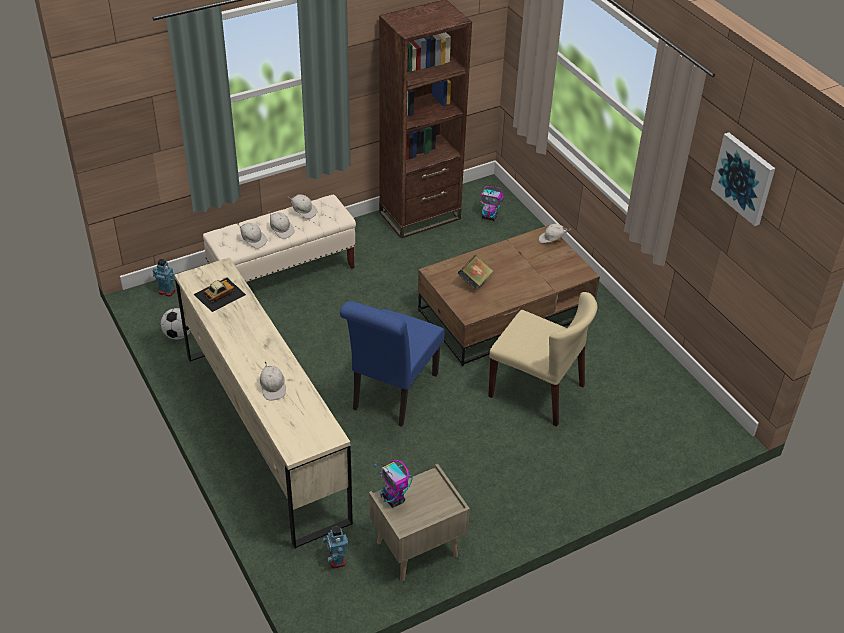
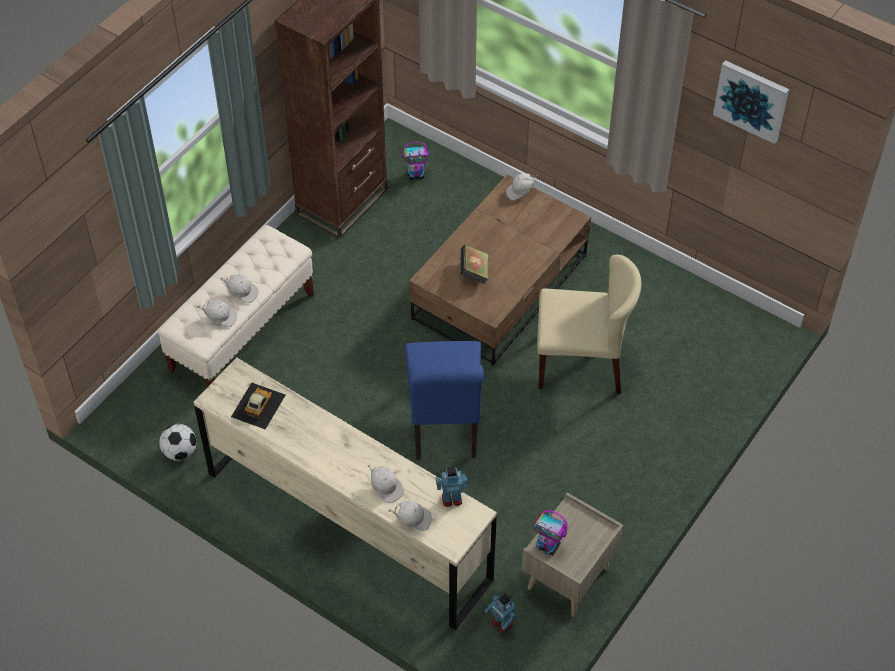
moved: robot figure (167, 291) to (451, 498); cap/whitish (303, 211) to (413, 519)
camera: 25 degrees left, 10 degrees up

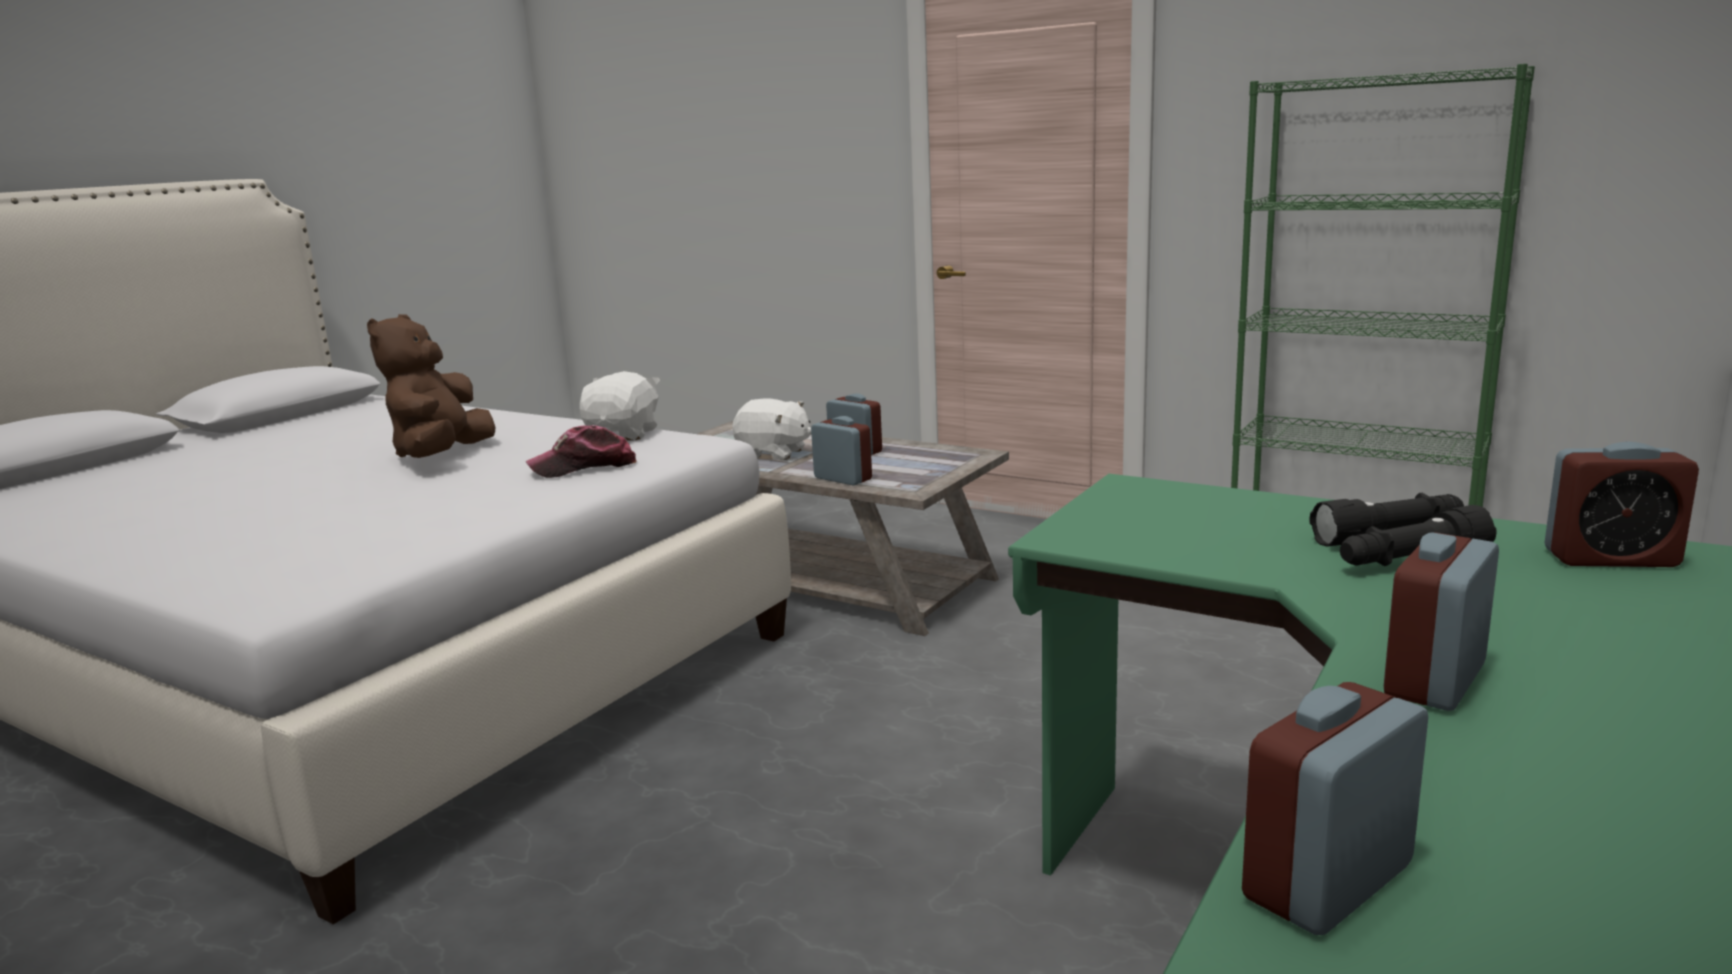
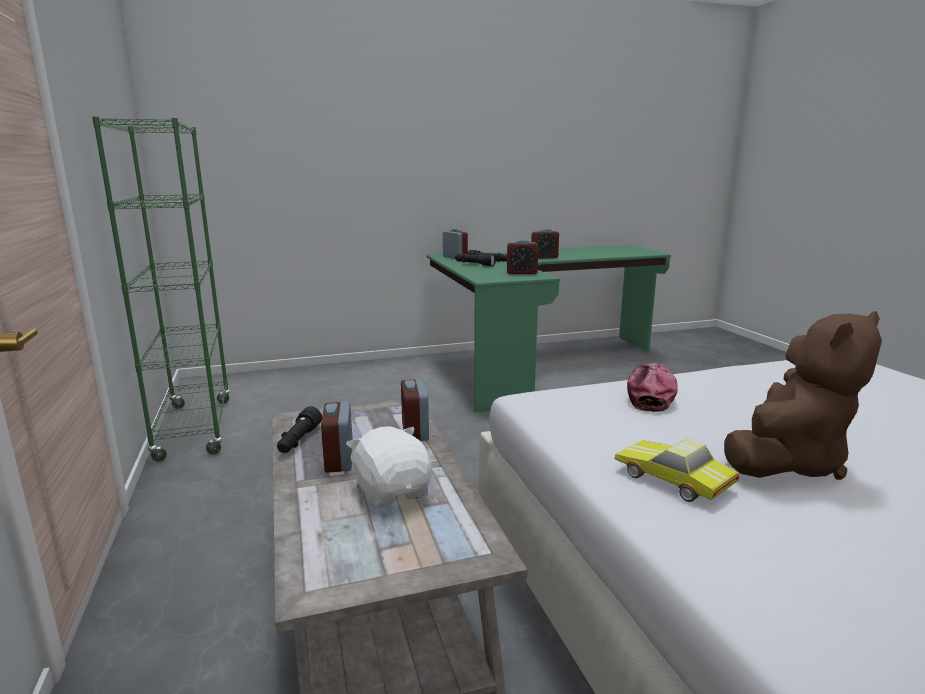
removed: cuddly toy/whitish (623, 434)
added: flashlight/black (299, 441); miniature car (673, 480)
moved: alarm clock (1328, 882) to (521, 273)
turned: cap (584, 467) = (650, 395) 90 degrees counterclockwise
camera: 140 degrees left, 0 degrees up

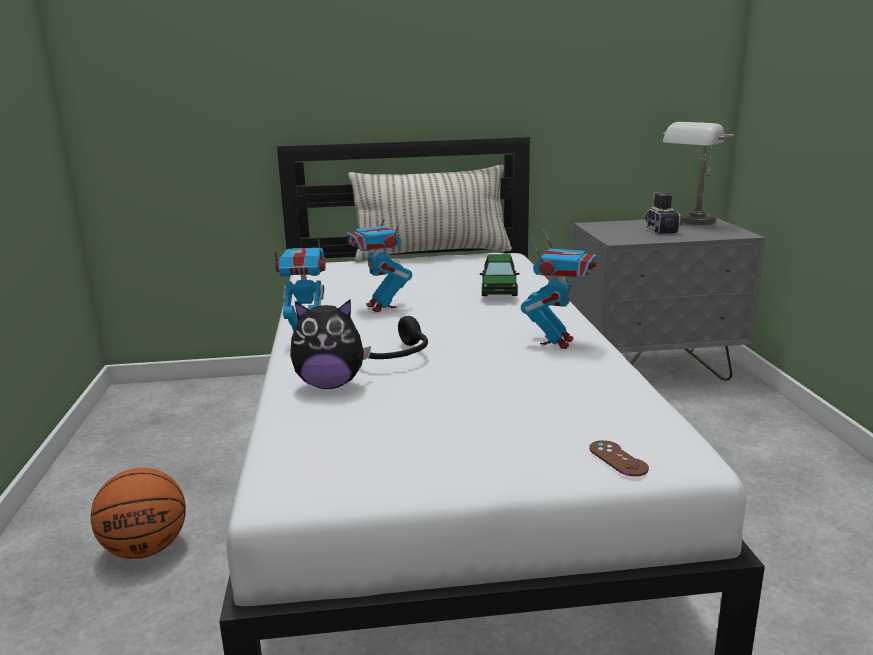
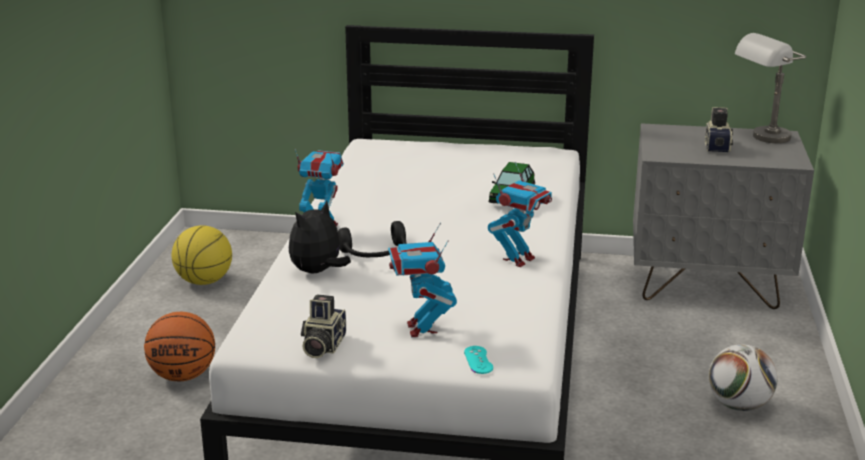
removed: throw pillow (432, 254)
added: basketball (204, 281); photo camera (322, 346); ball for football (738, 405)
moved: robot figure (381, 307) to (421, 329)
recoloured: game controller/brown (618, 458) to game controller/blue-green (478, 360)
turned: cuddly toy (330, 384) = (318, 272) 120 degrees clockwise
camera: 15 degrees right, 5 degrees up

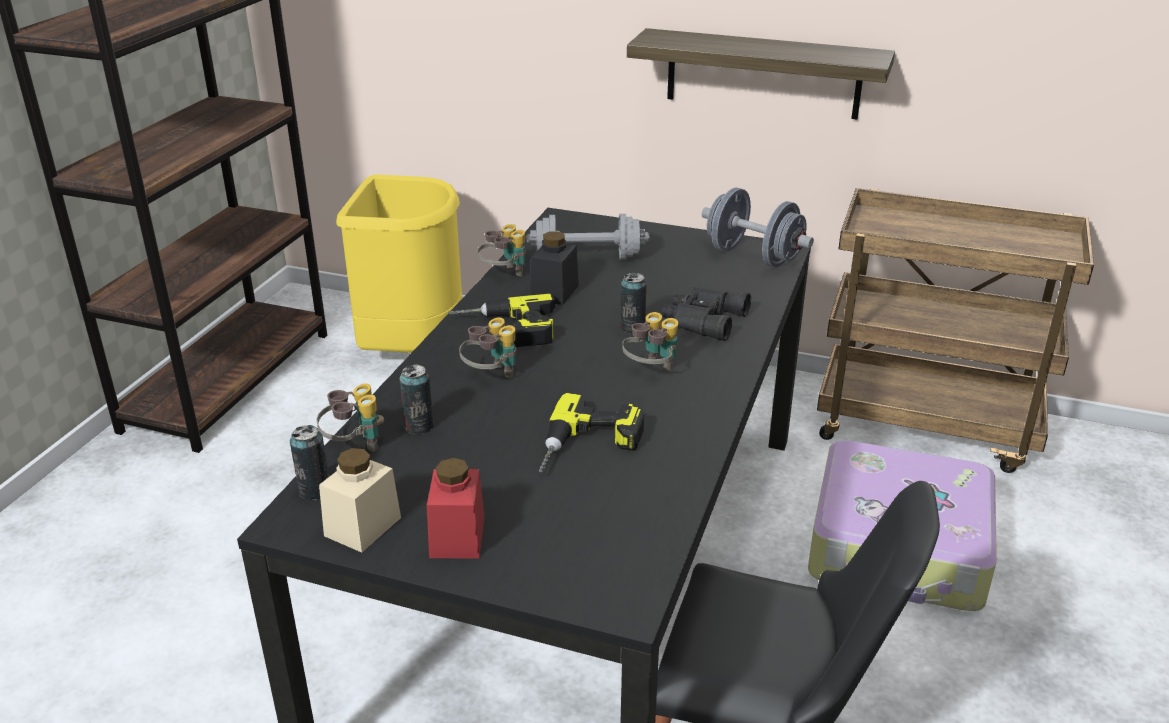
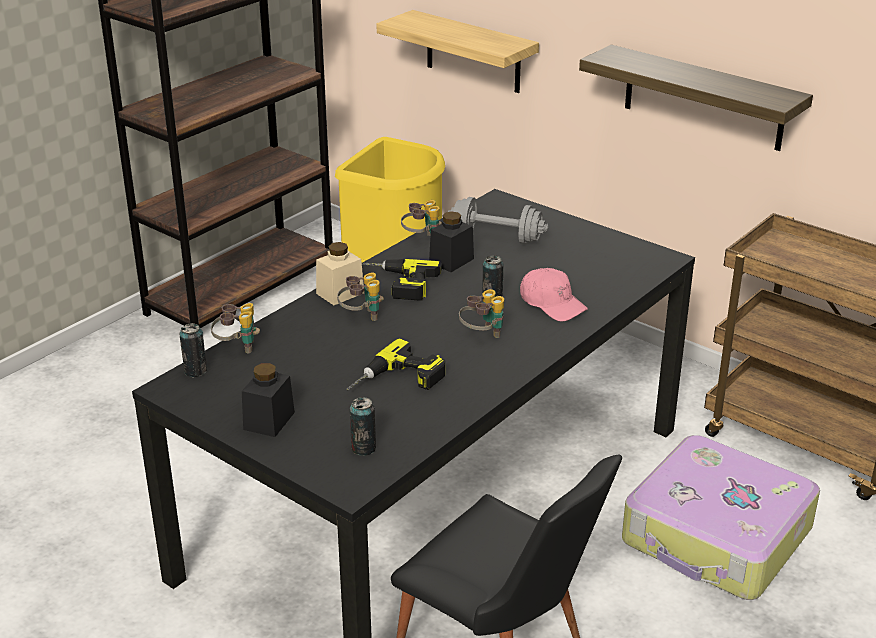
removed: dumbbell/greyish (753, 256)
added: bracket shelf (473, 52)
moved: storage jar/beige-coloured (363, 526) to (340, 293); metal can (419, 426) to (363, 448)
replaced: field glasses/black (702, 320) to cap/pink-coloured (552, 304)
recoloured: storage jar/reddish (457, 537) to storage jar/black (269, 421)
camera: 20 degrees right, 0 degrees up

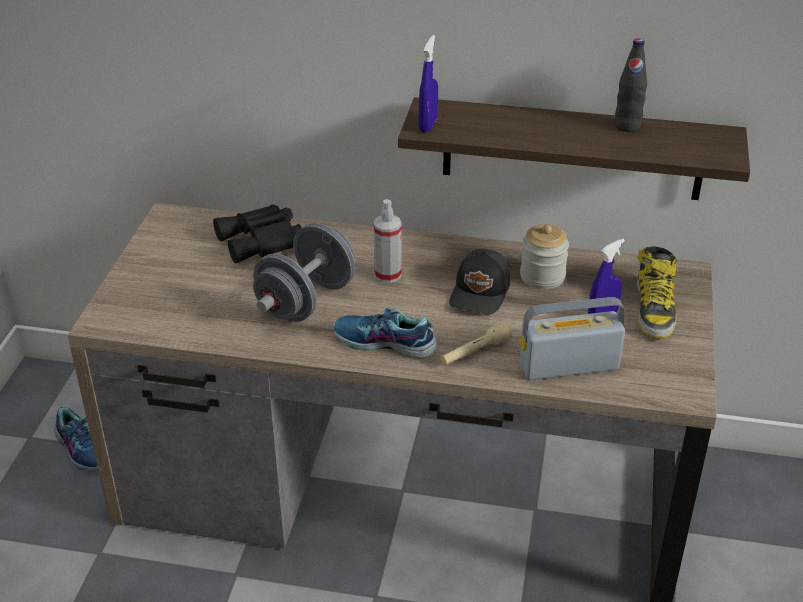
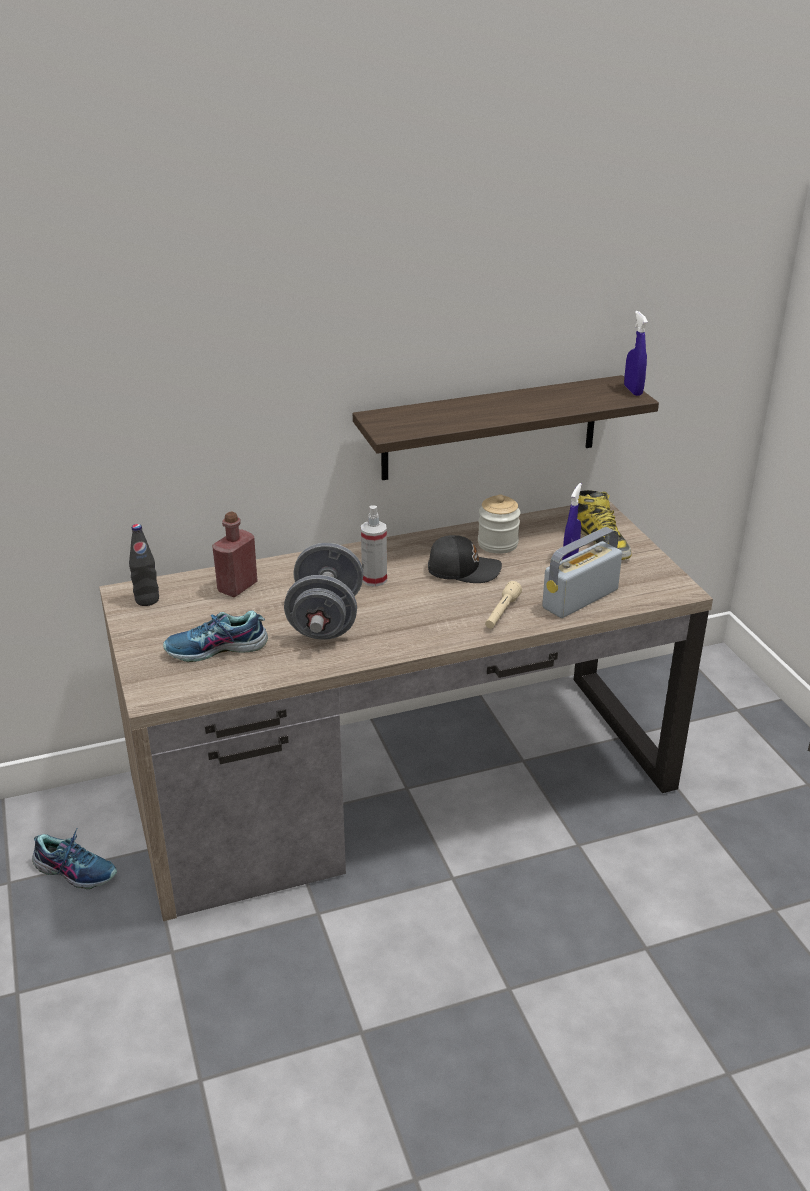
moved: low shoe (384, 343) to (216, 649); spray bottle/bluish (428, 125) to (633, 390); drink bottle/black (627, 126) to (147, 600)
replaced: field glasses/black (262, 241) to drink bottle/reddish (237, 587)
turned: cap/black (481, 292) = (463, 569) 75 degrees counterclockwise
camera: 30 degrees left, 5 degrees down

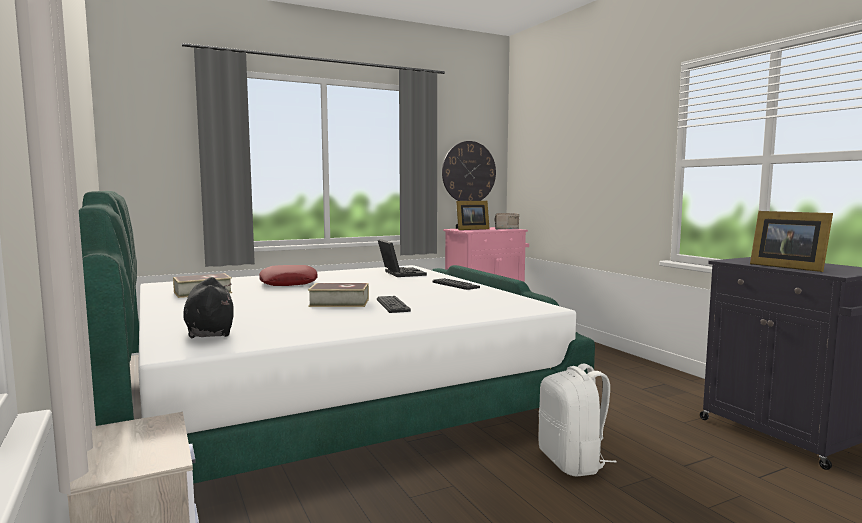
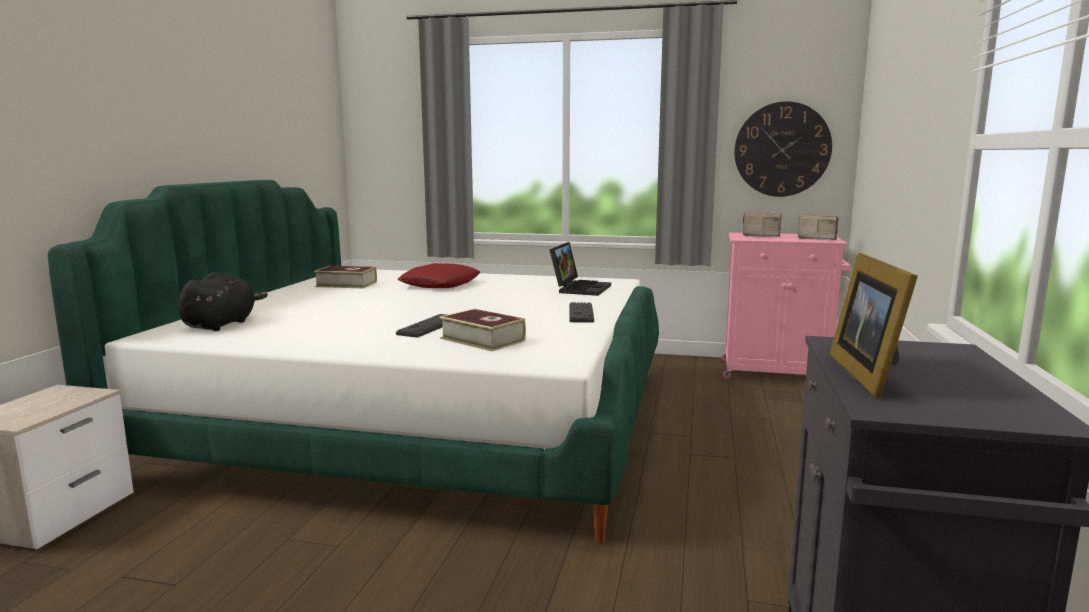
removed: rucksack/whitish (573, 462)
moved: book (339, 303) to (482, 339)
replaced: photo frame (470, 229) to radio set (760, 236)
camera: 40 degrees right, 5 degrees up

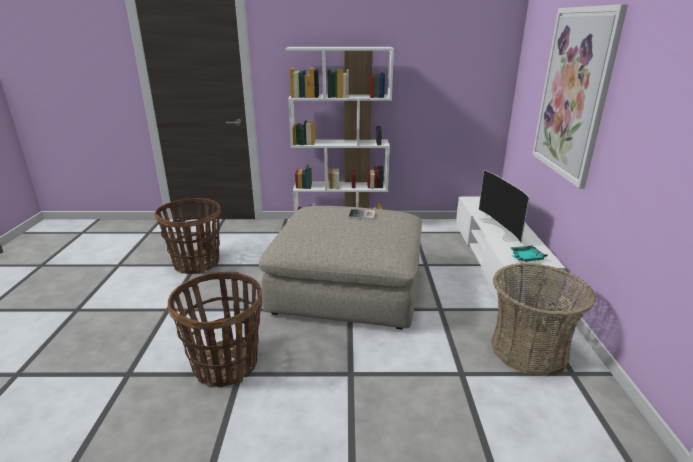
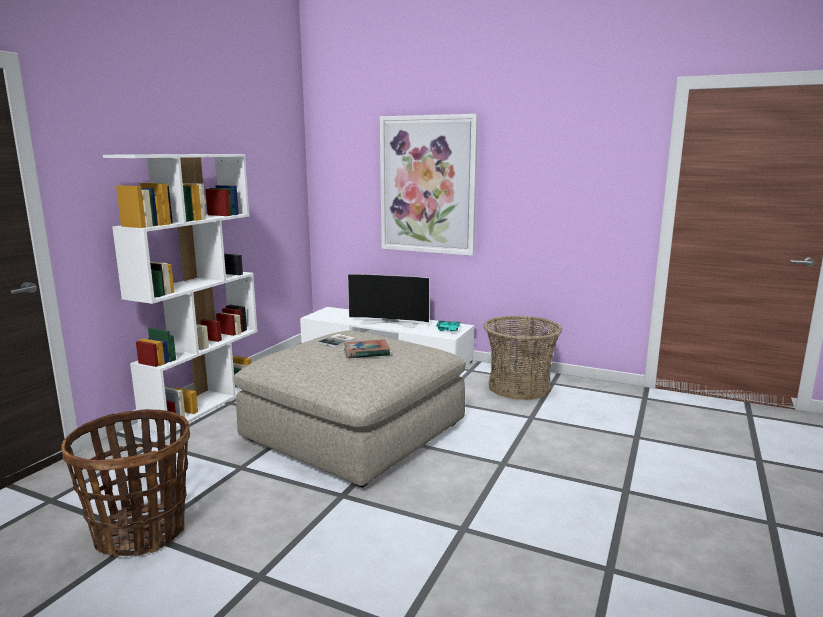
removed: storage basket (226, 365)
added: book (366, 352)
camera: 65 degrees left, 10 degrees down

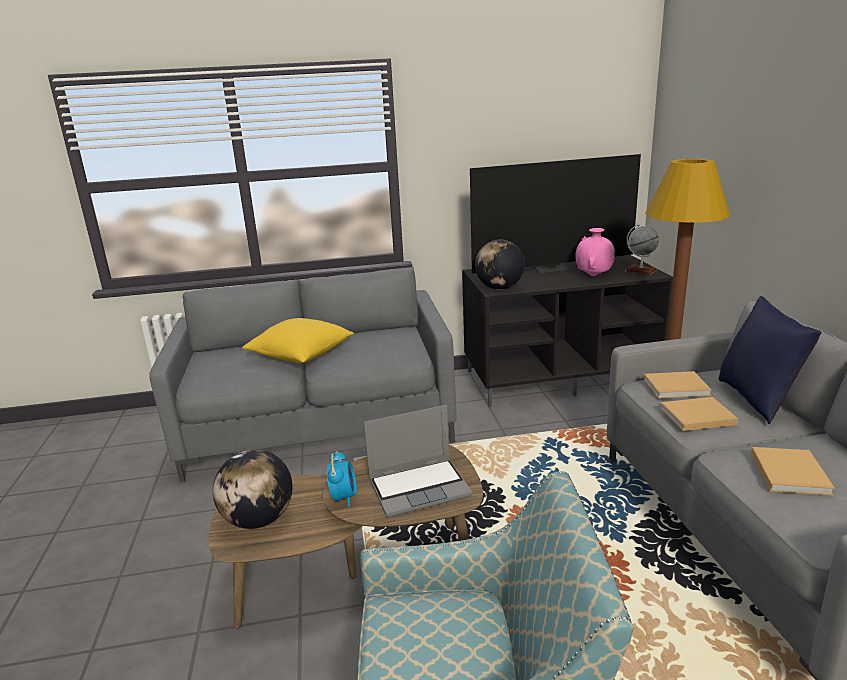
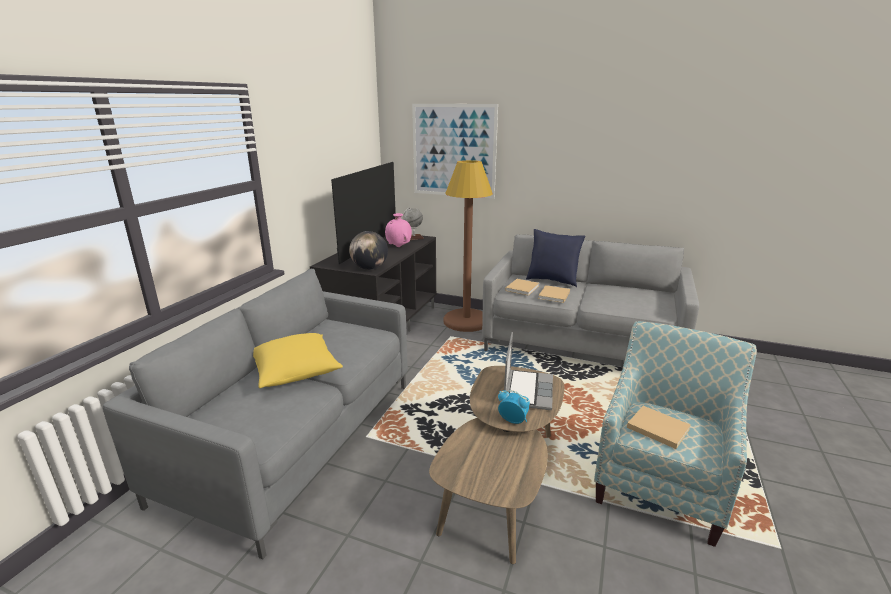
removed: desk globe (258, 520)
added: wall art (453, 151)
moved: book/beige-coloured (788, 472) to (656, 427)
camera: 60 degrees left, 0 degrees up

